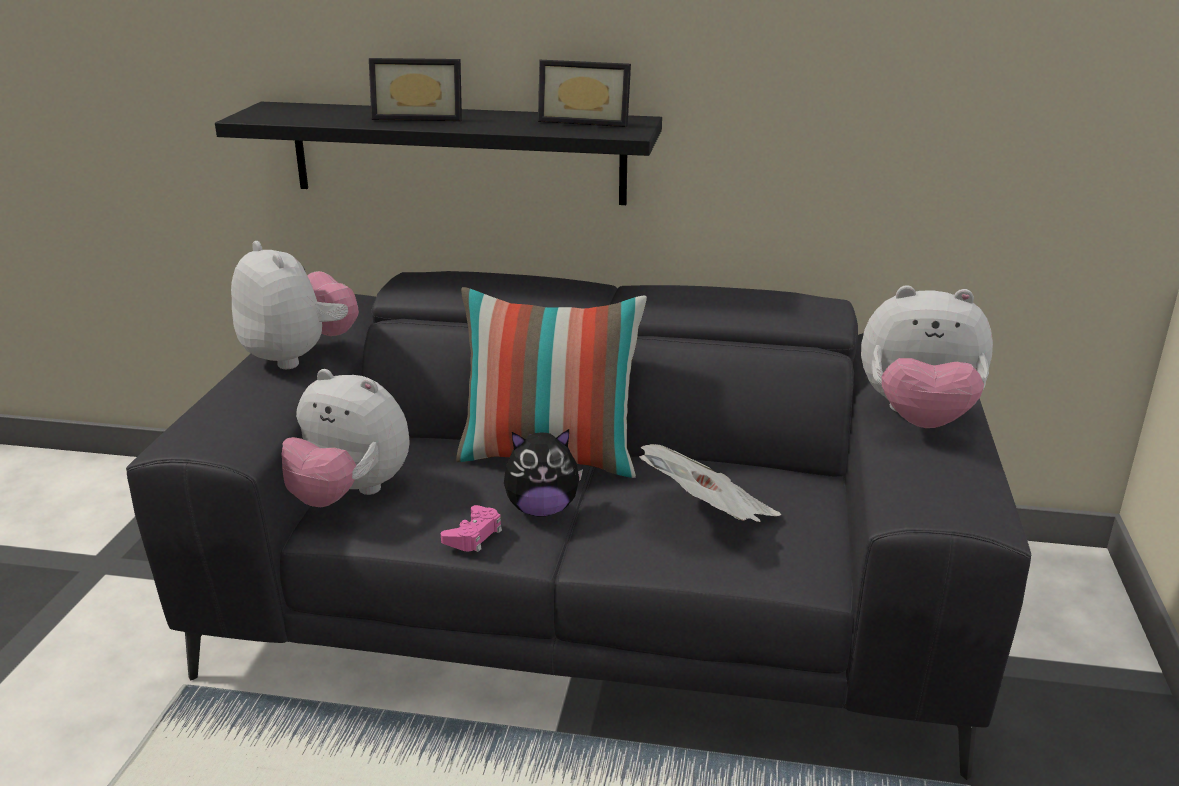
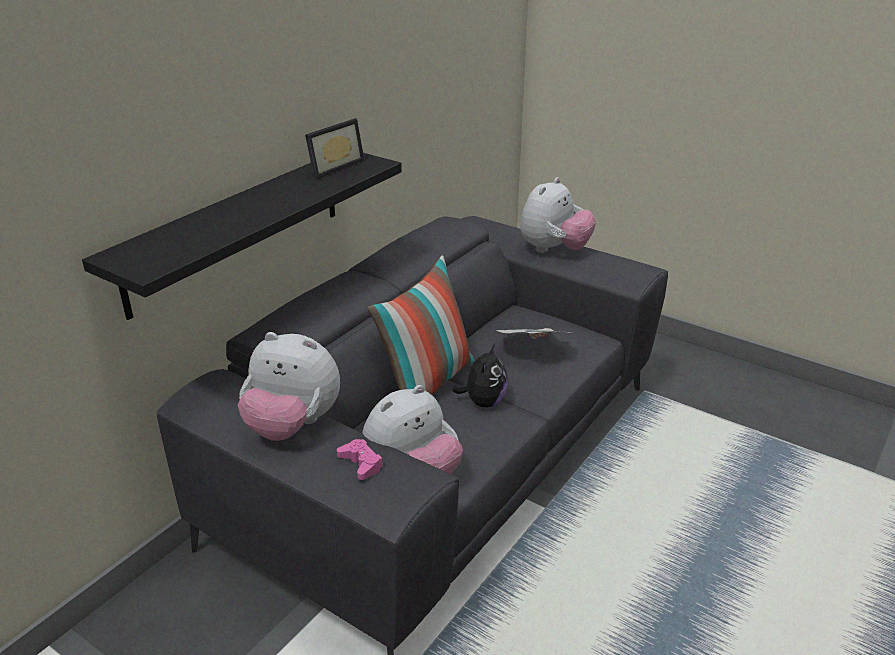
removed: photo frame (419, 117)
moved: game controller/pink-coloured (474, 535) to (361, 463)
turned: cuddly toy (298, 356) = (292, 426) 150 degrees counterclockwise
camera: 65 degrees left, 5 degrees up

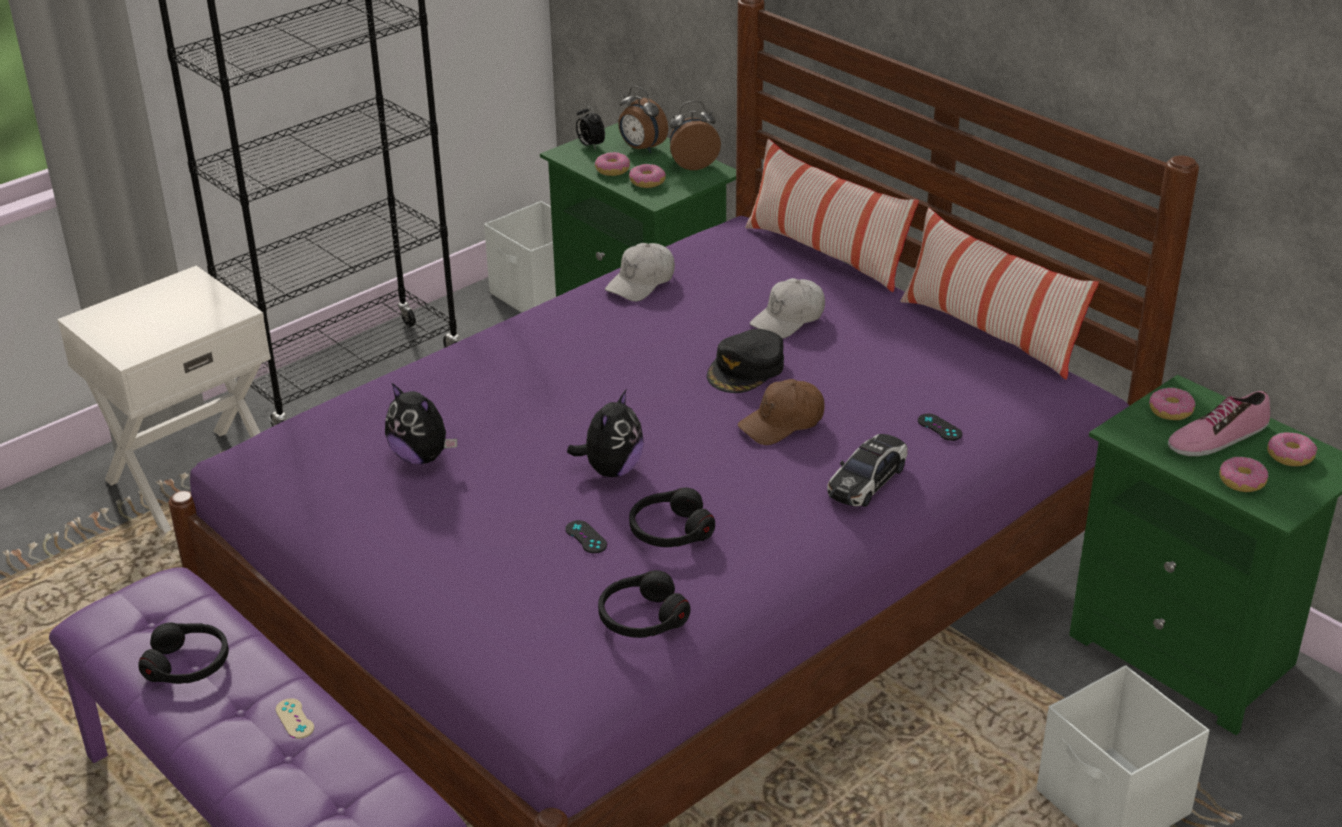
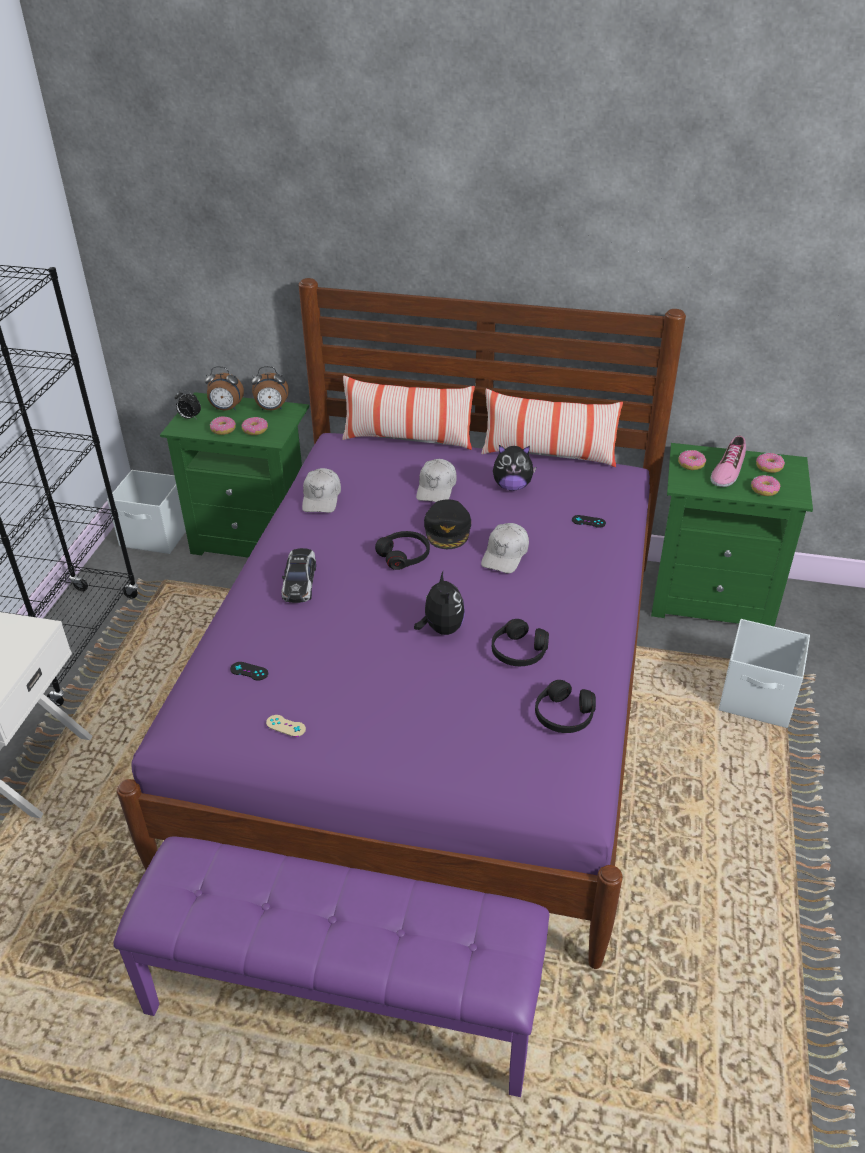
moved: headphones/black (188, 664) to (404, 555); game controller/beige-coloured (294, 719) to (286, 726); cuddly toy (422, 457) to (512, 486); game controller/black (586, 537) to (249, 671); miniature car (867, 480) to (300, 582)
recoloured: cap/brown (782, 423) to cap/whitish (505, 555)
turned: alarm clock (693, 164) = (272, 409) 135 degrees counterclockwise
camera: 35 degrees left, 5 degrees up

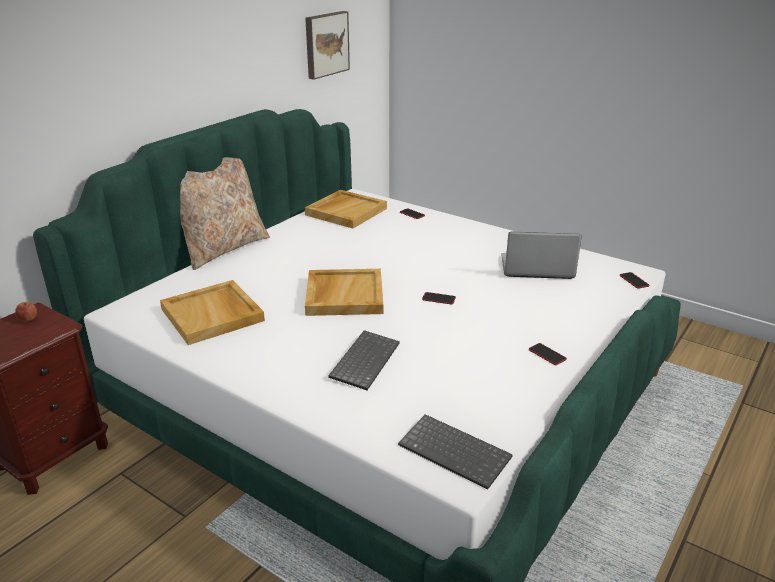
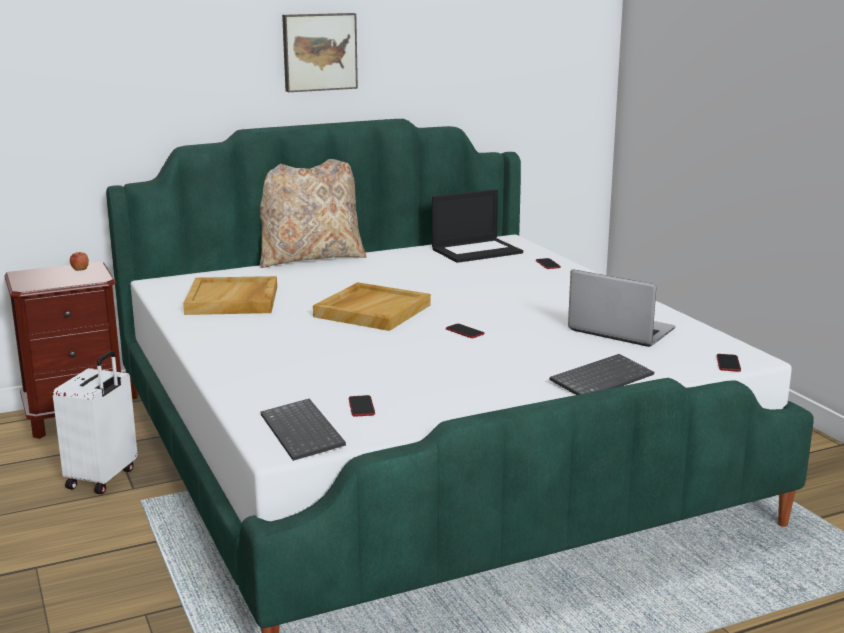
added: suitcase/whitish (103, 478)
moved: wall art (325, 44) to (319, 52); computer keyboard (364, 360) to (601, 378); handset (547, 355) to (361, 407)
replaced: serving tray/beige-coloured (346, 211) to notebook computer (477, 251)
camera: 30 degrees right, 10 degrees down

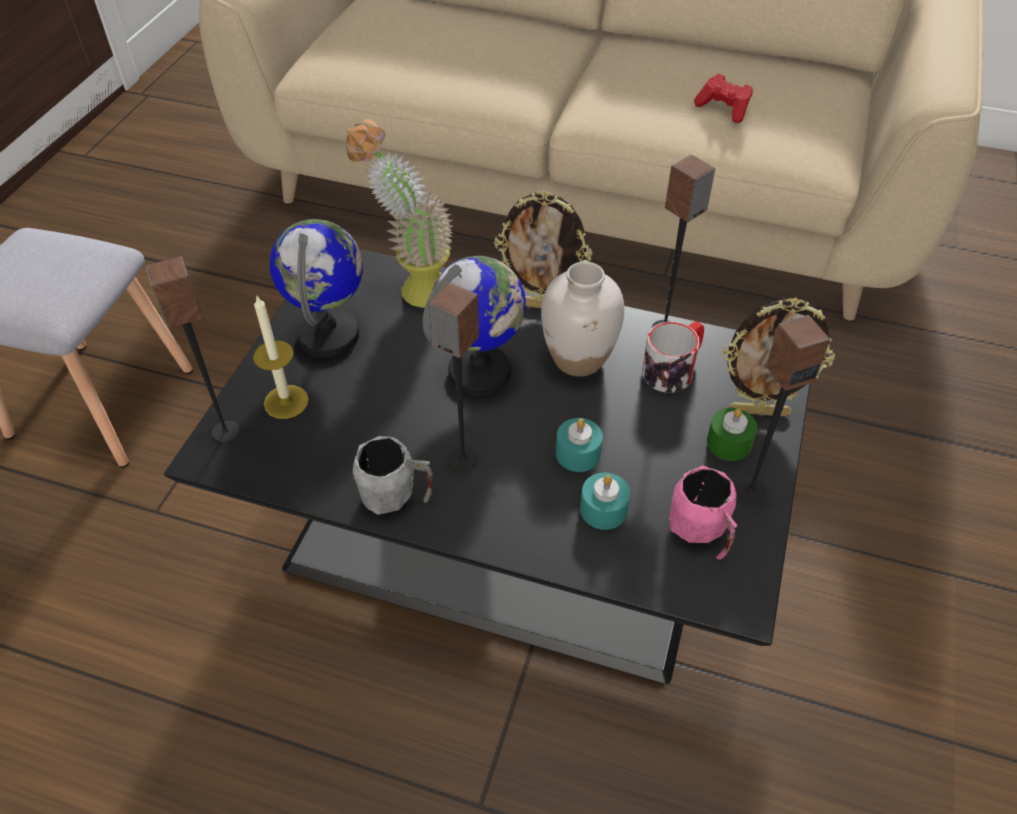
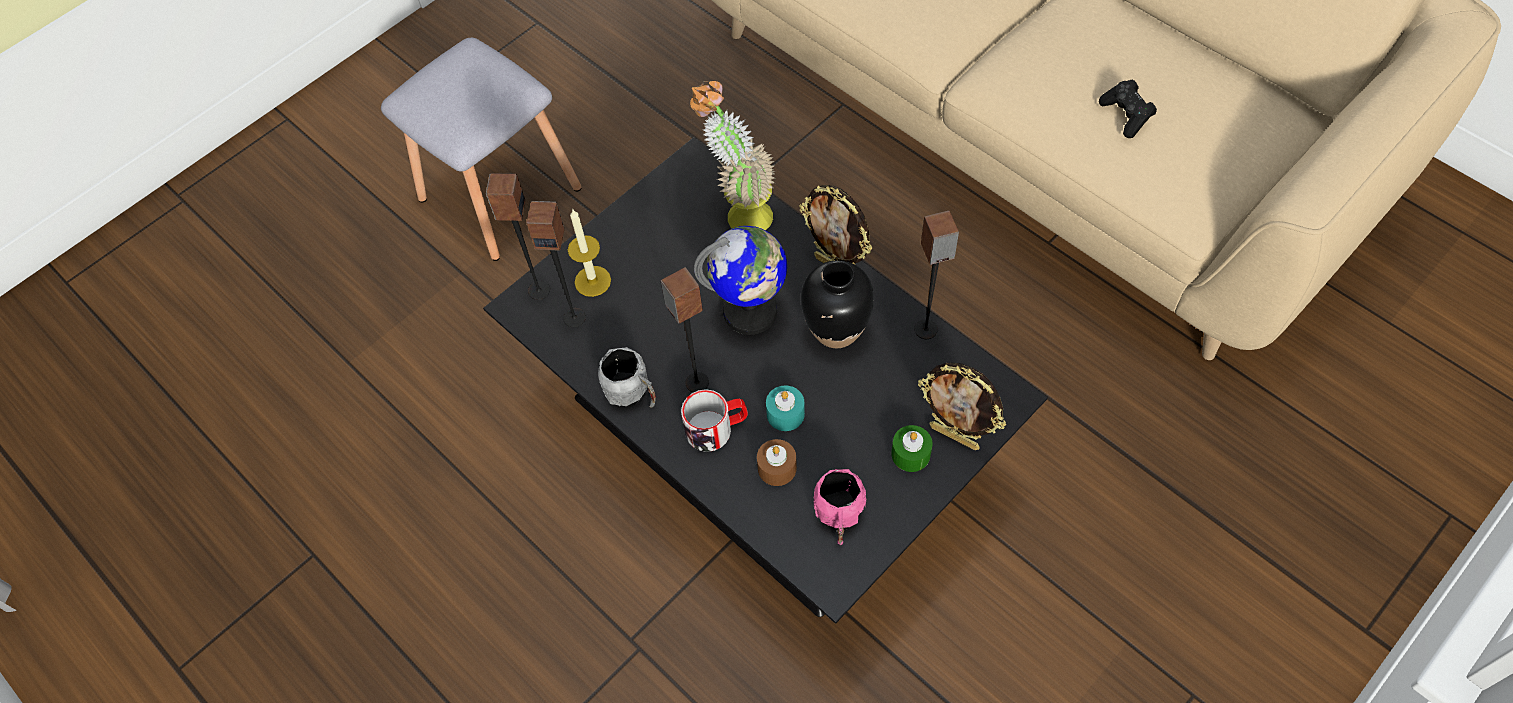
removed: desk globe (330, 335)
moved: mug (673, 369) to (717, 428); audio speaker (750, 490) to (574, 317)
recoloured: vase/whitish (579, 359) to vase/black (836, 330); candle/blue-green (603, 509) to candle/brown (777, 468); game controller/reddish (724, 109) to game controller/black (1126, 116)
camera: 30 degrees right, 10 degrees up

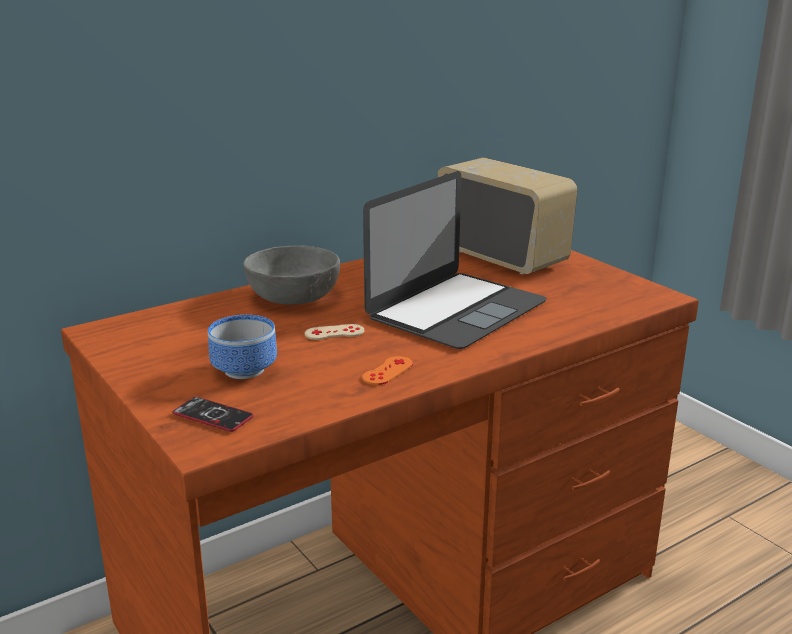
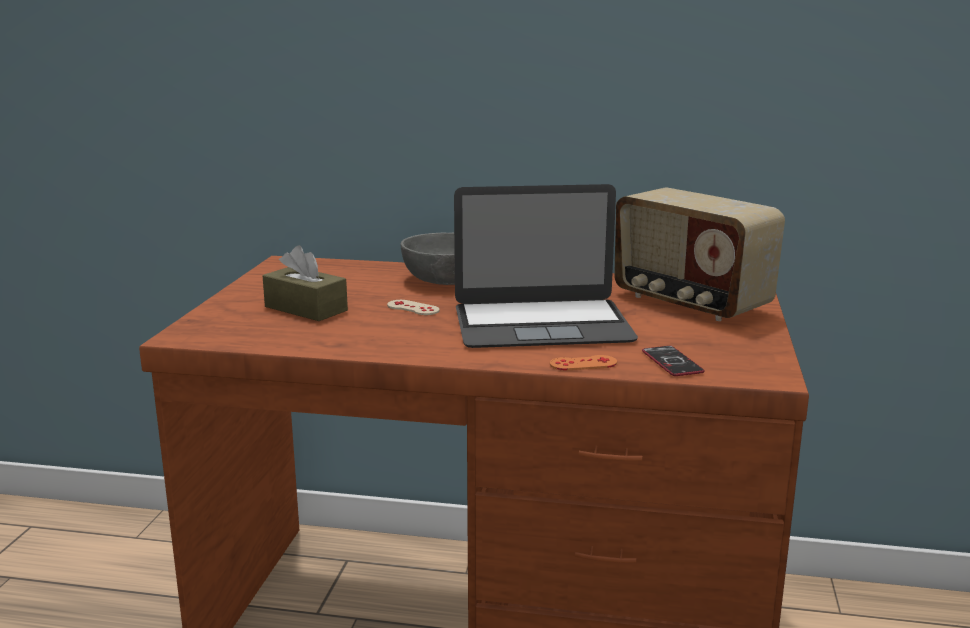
moved: handset (213, 415) to (672, 362); game controller/orange-coloured (387, 371) to (583, 363)
replaced: serving bowl (246, 369) to box of tissues/brown (306, 308)
turned: radio set (502, 258) = (689, 303) 135 degrees clockwise
camera: 45 degrees right, 5 degrees down

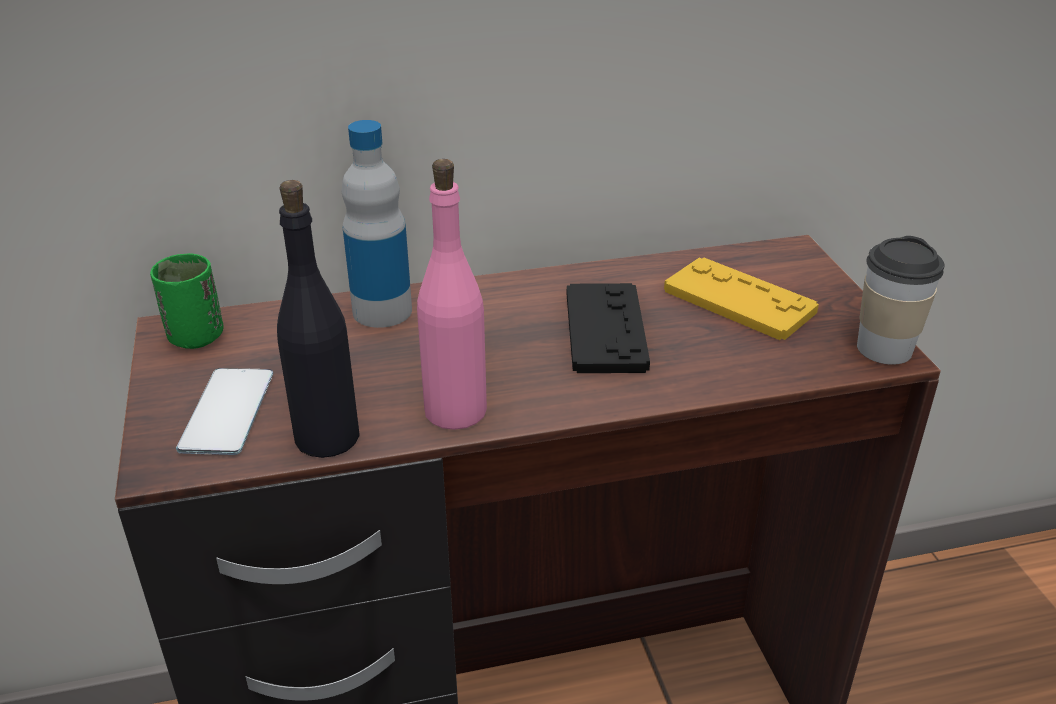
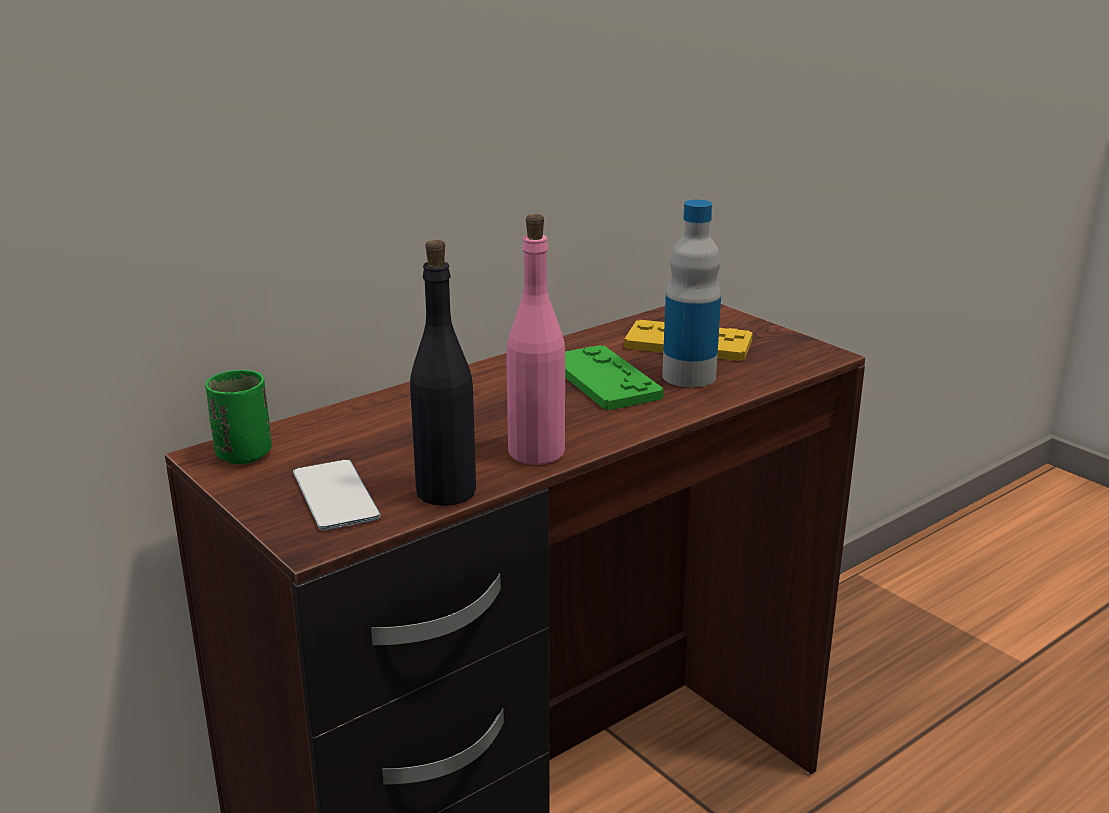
removed: drinking cup (884, 349)
moved: drink bottle (382, 311) to (689, 376)
recoloured: game controller/black (605, 330) to game controller/greenish (604, 380)
camera: 25 degrees left, 10 degrees down

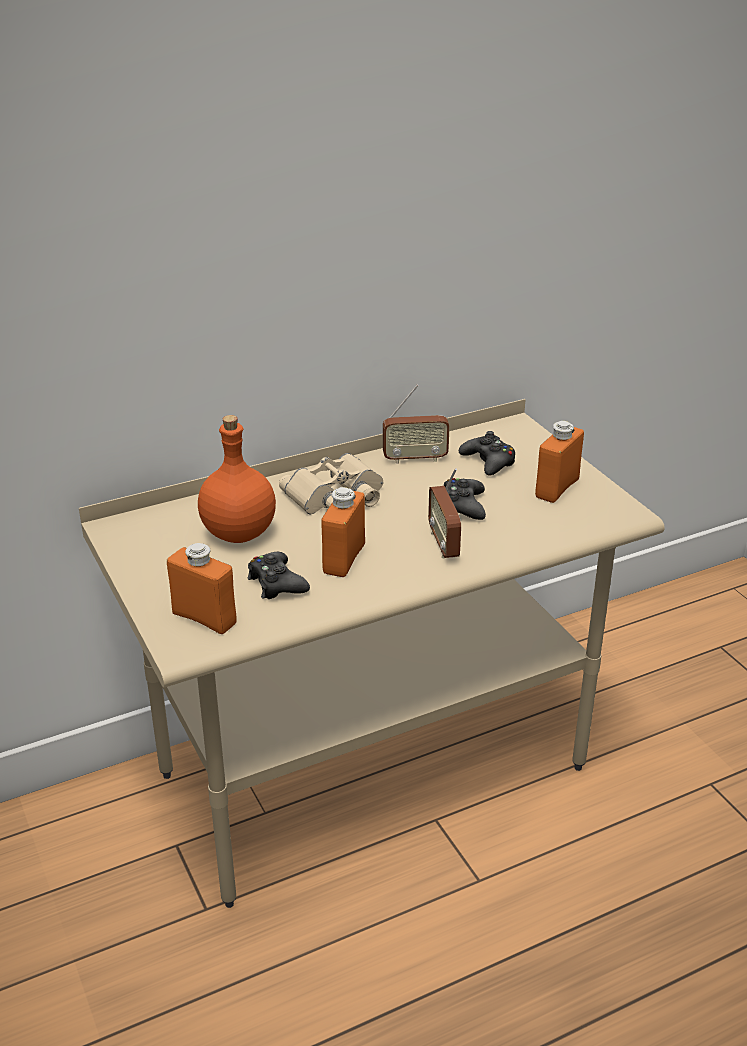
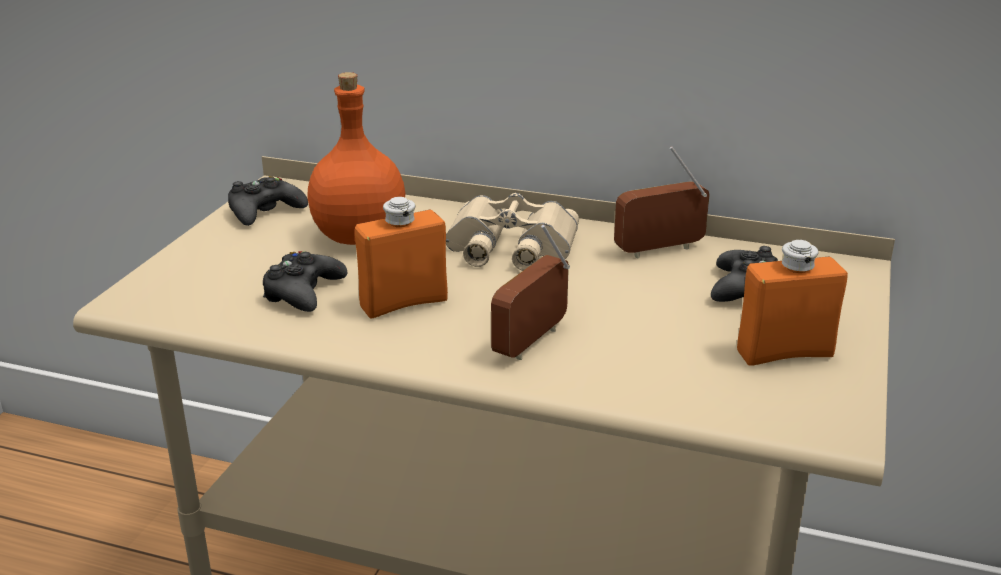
removed: drink bottle/orange-coloured (204, 618)
moved: game controller/black (463, 506) to (265, 211)
turned: radio set (415, 458) = (659, 250) 120 degrees clockwise
camera: 45 degrees right, 5 degrees down

